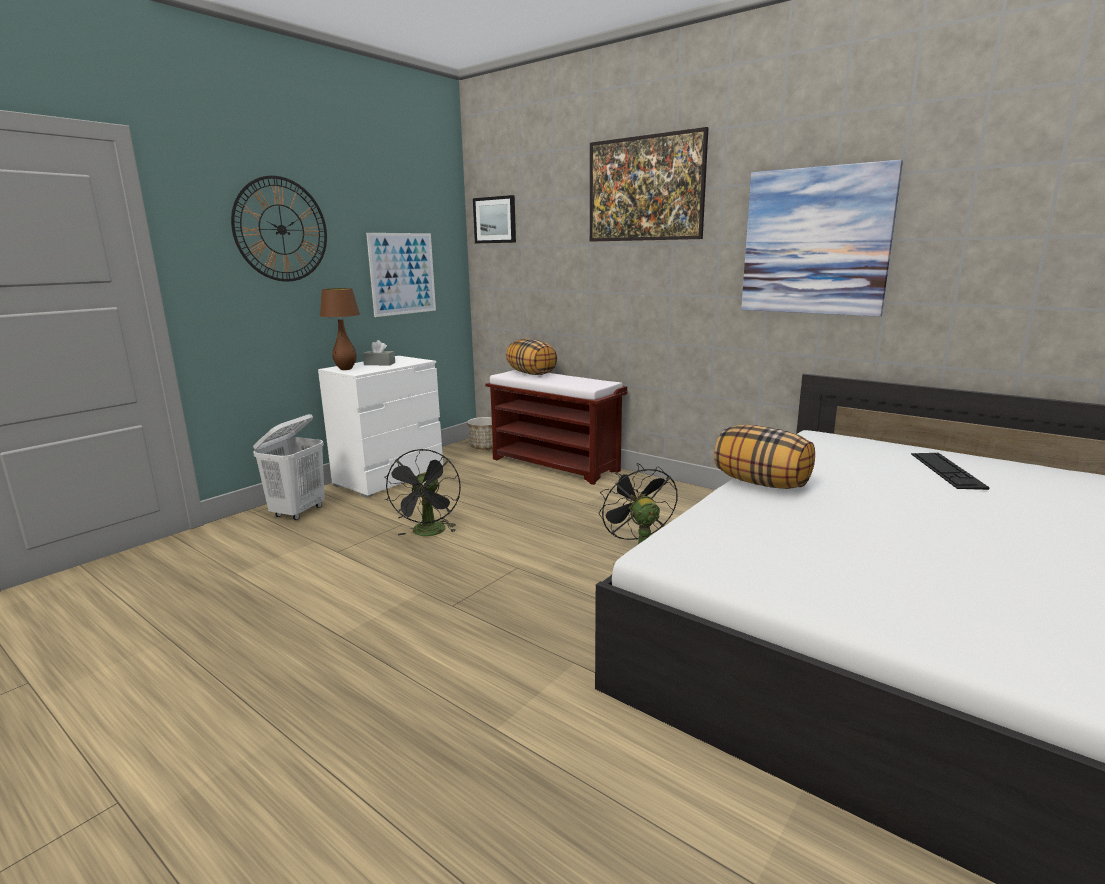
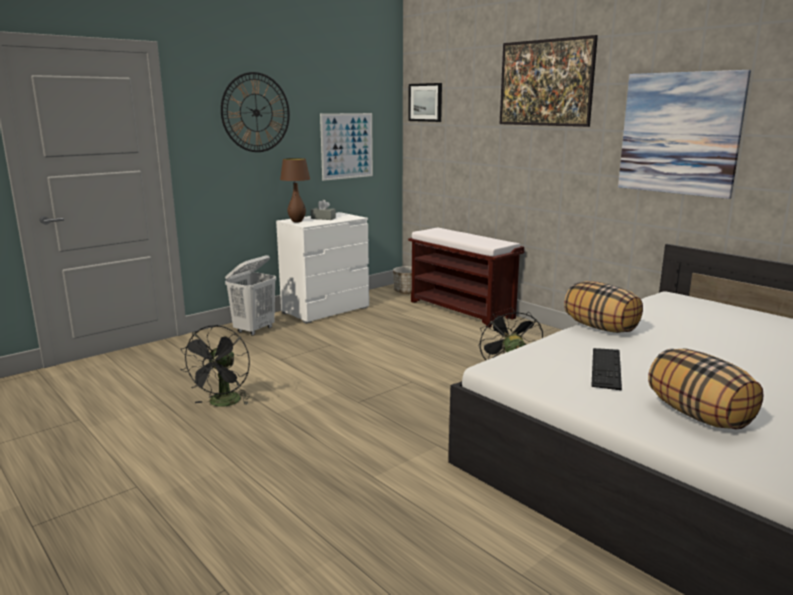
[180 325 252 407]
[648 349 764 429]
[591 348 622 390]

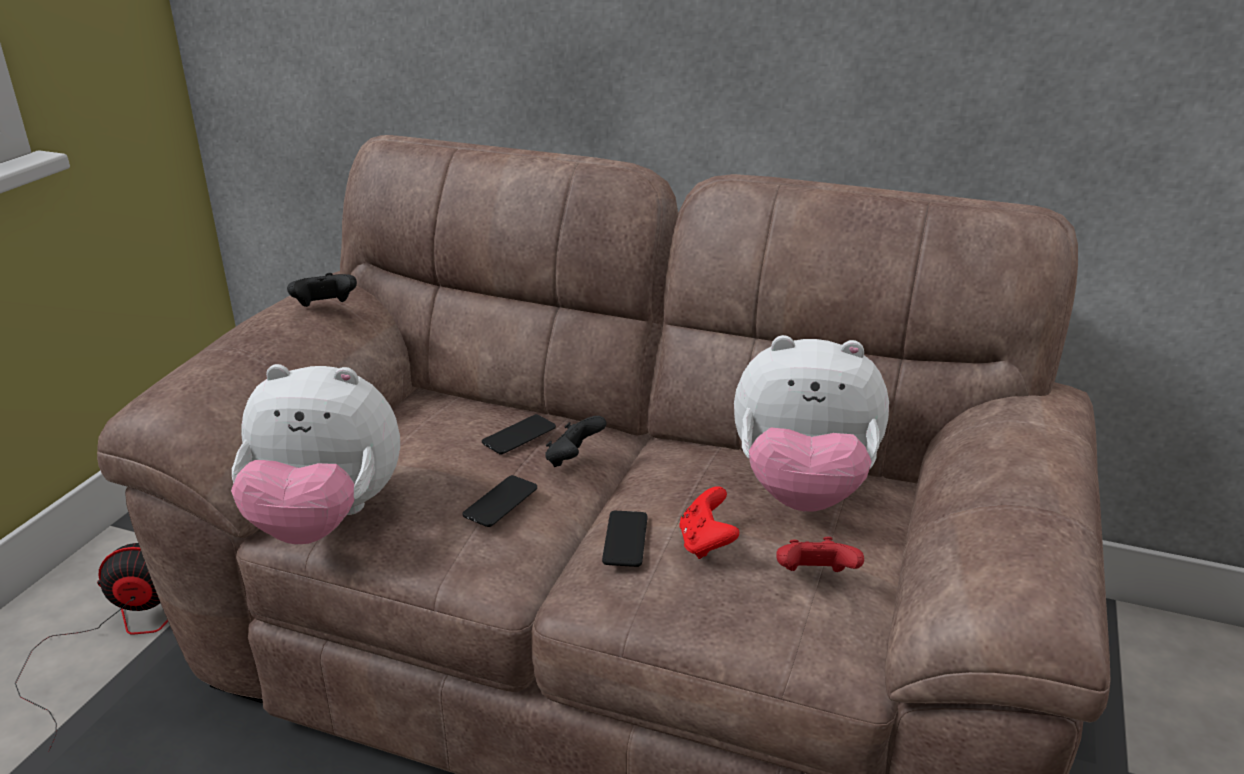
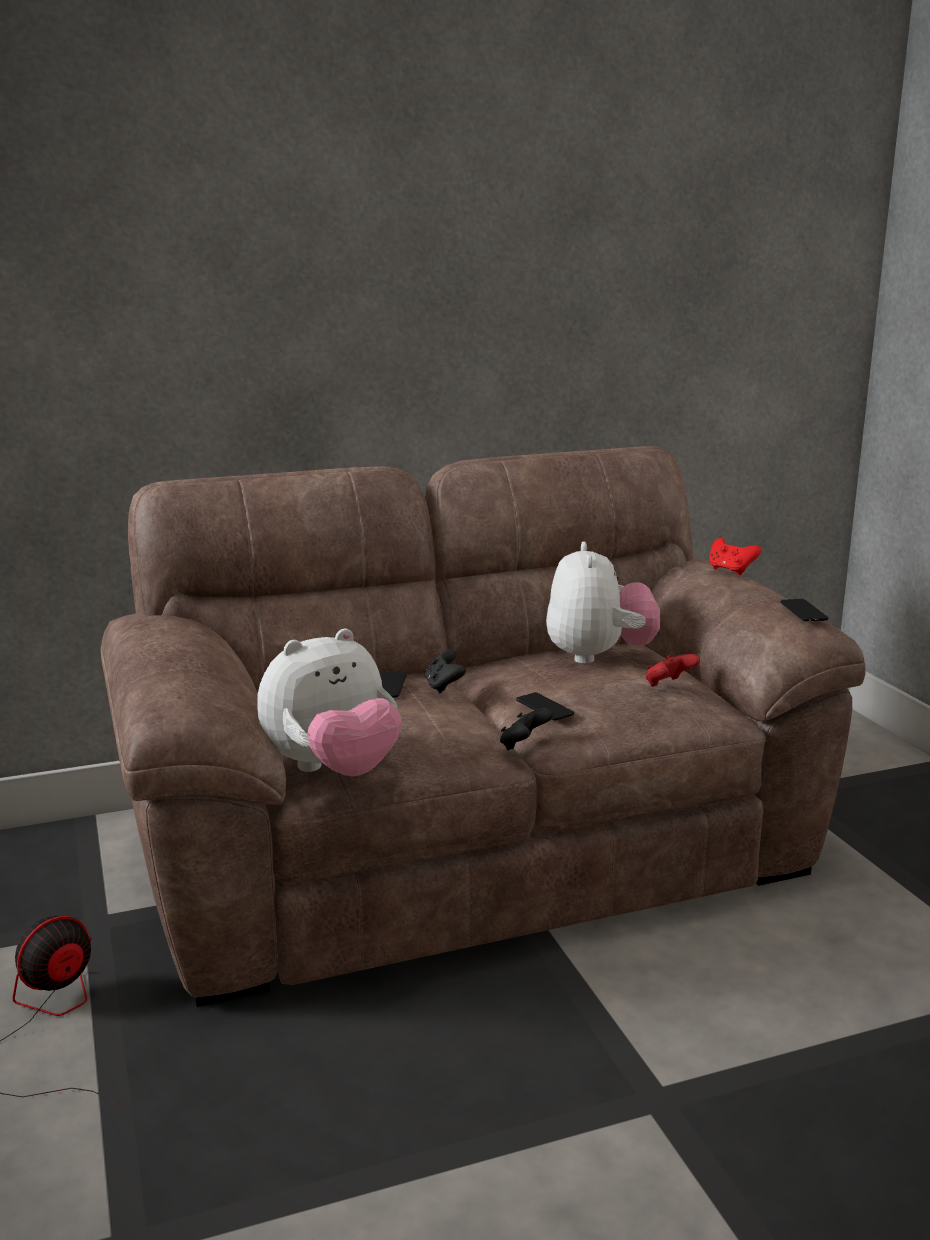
[500 708 553 750]
[780 599 829 621]
[709 538 761 575]
[546 542 660 663]

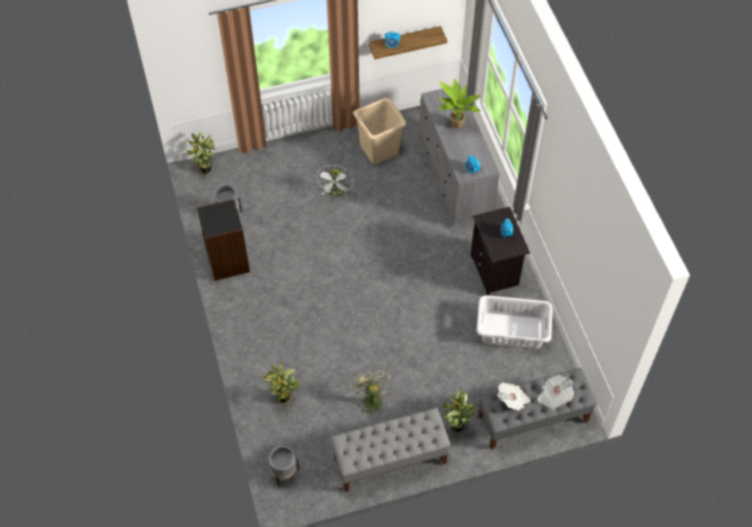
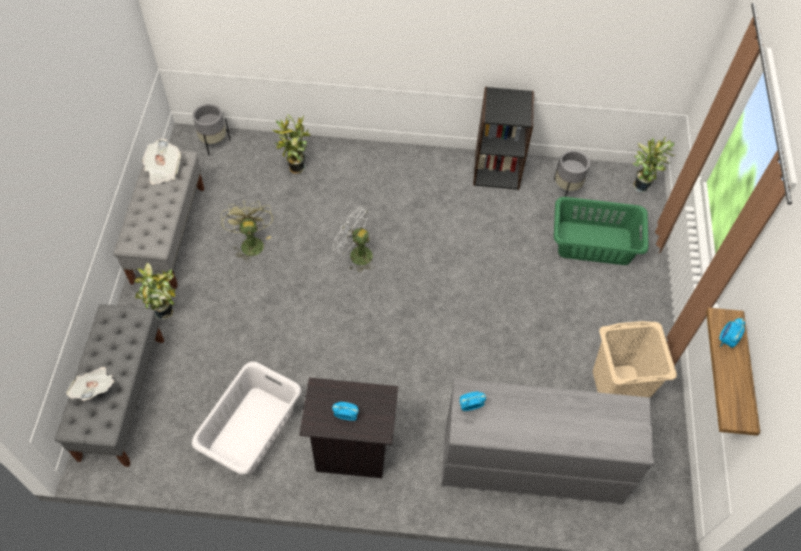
[438 78 481 129] (first image)
[554 197 649 265]
[333 207 373 272]
[142 139 181 185]
[221 201 273 261]

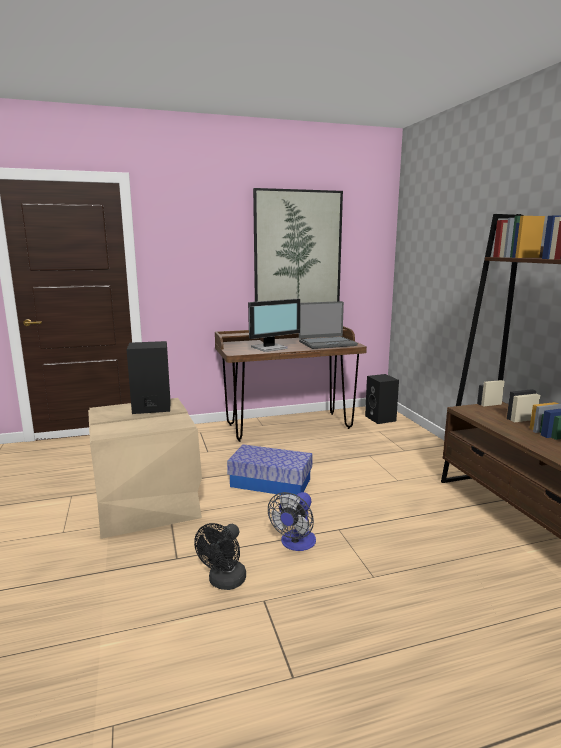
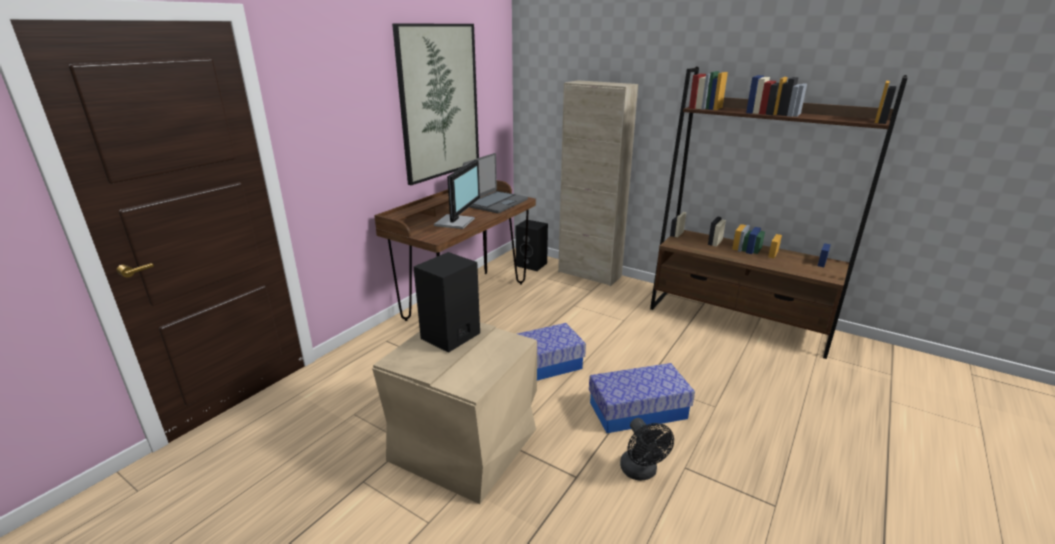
[558 80 638 286]
[589 363 695 433]

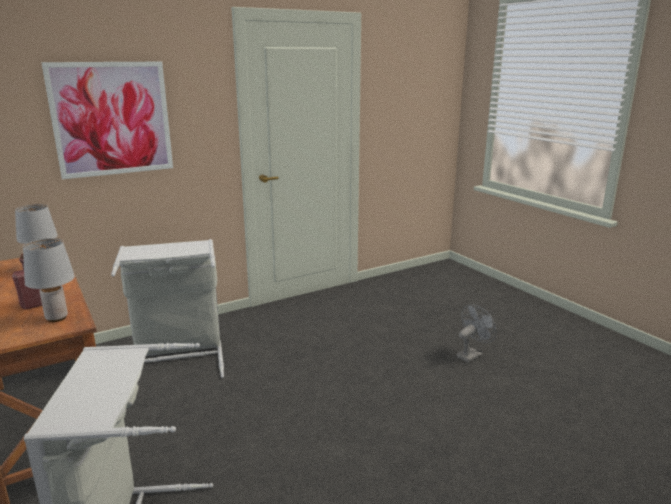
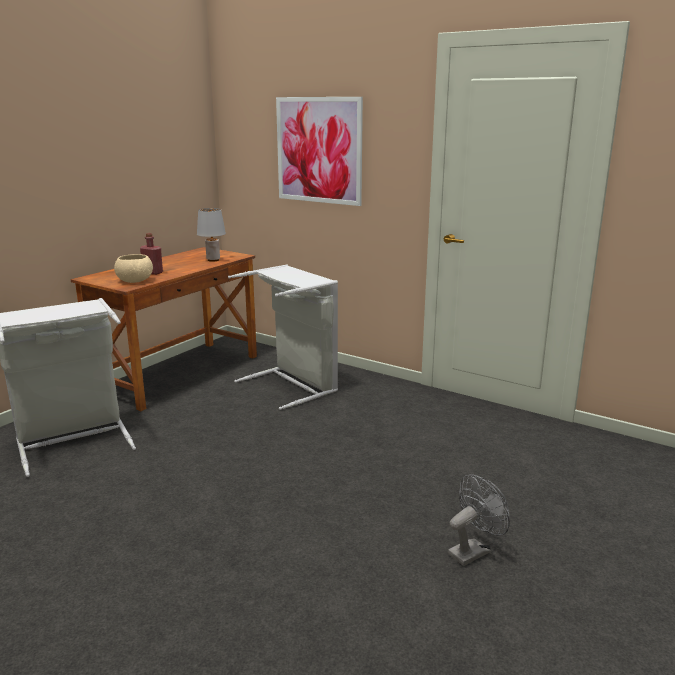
[114 254 153 283]
[448 474 510 566]

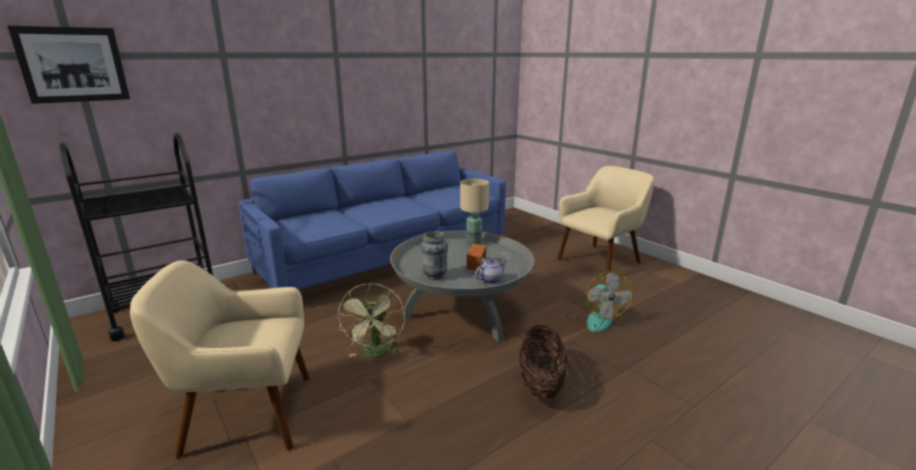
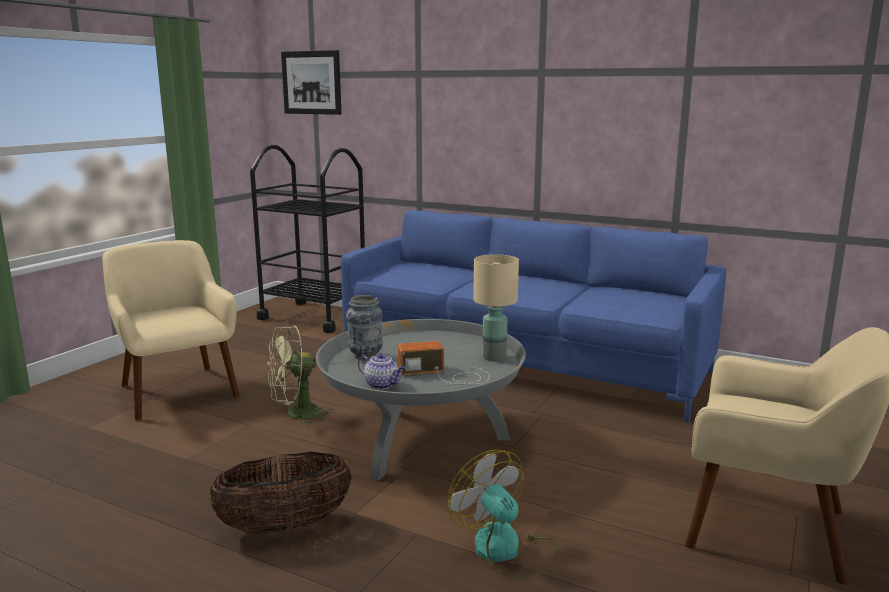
[447 450 559 580]

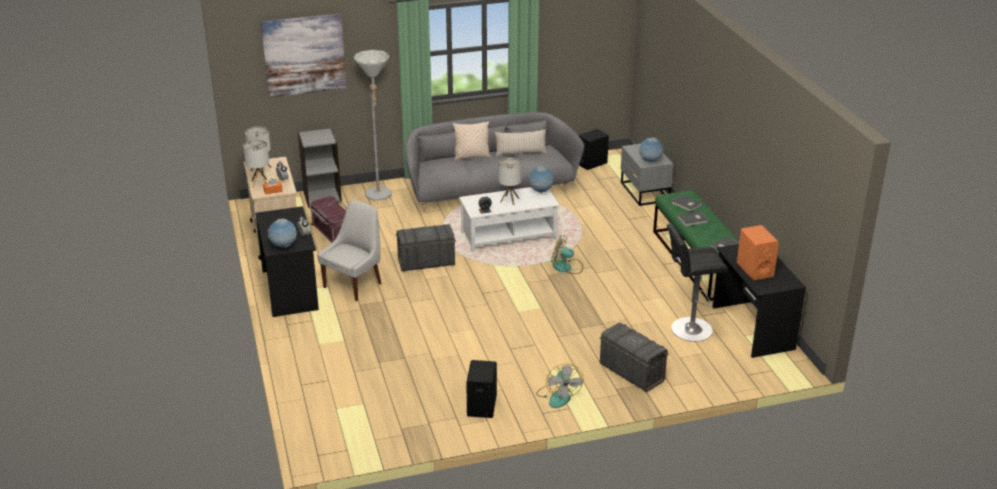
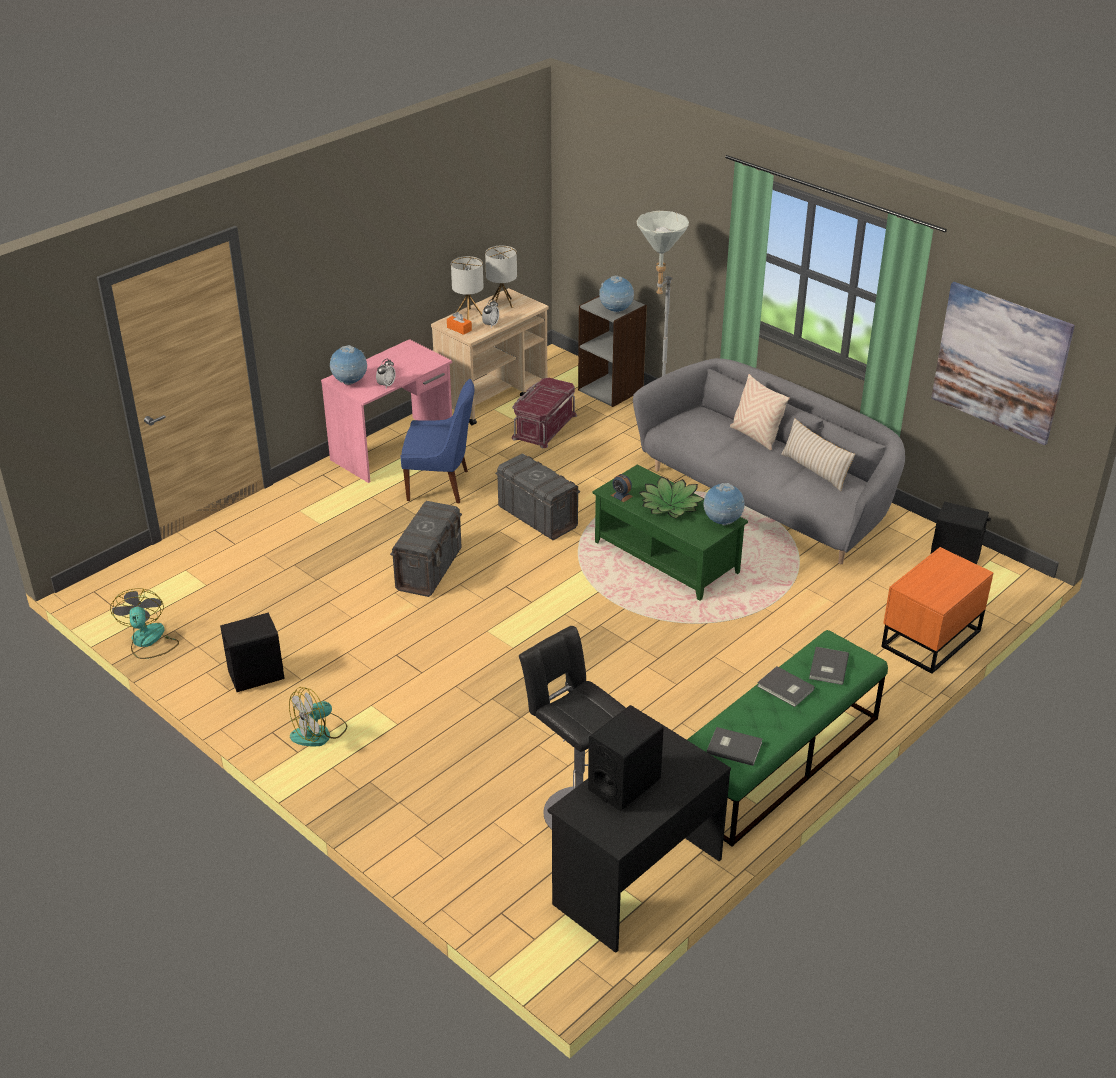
[931 282 1075 445]
[110 588 179 659]
[390 501 462 597]
[599 276 634 313]
[639 476 704 519]
[321 339 452 483]
[401 379 475 503]
[593 464 748 601]
[881 547 994 674]
[588 705 664 811]

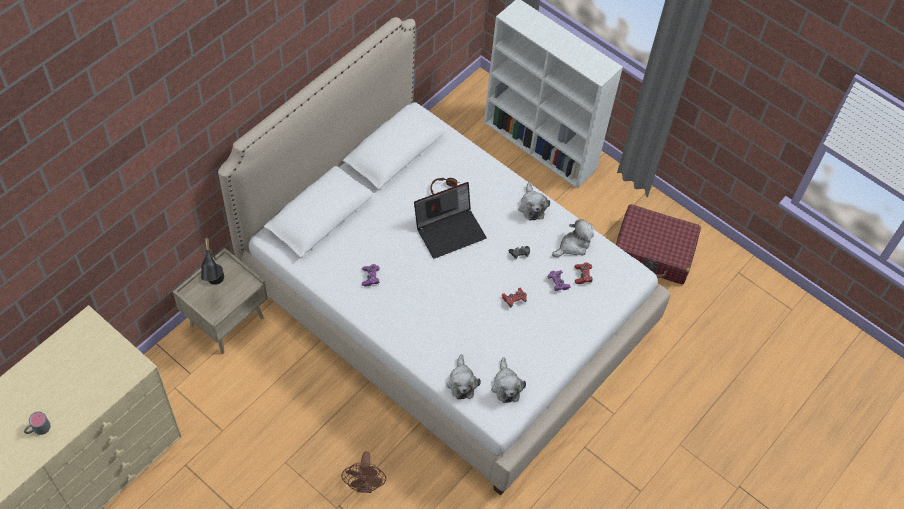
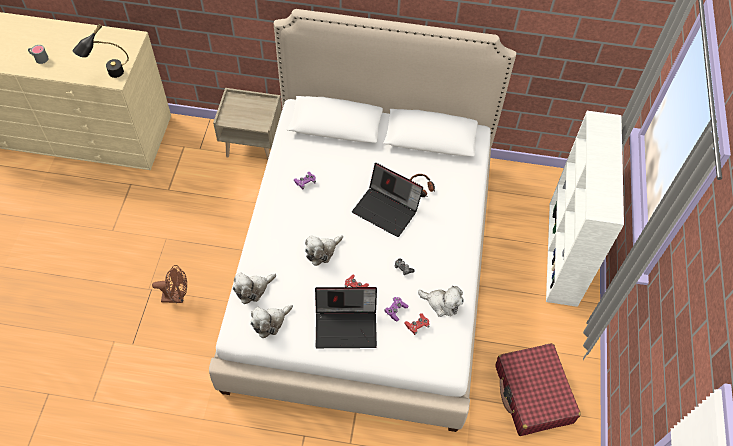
[315 287 377 348]
[73 24 129 78]
[305 235 343 266]
[152 265 187 303]

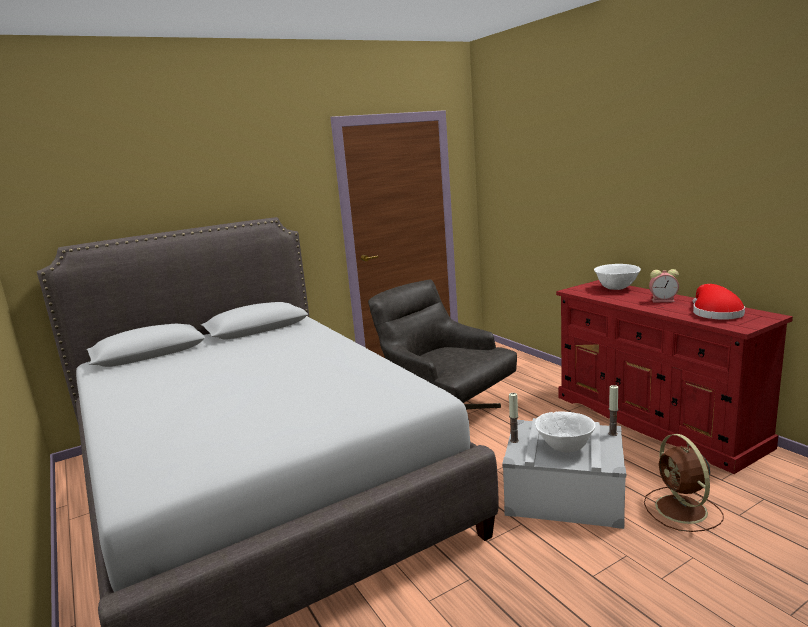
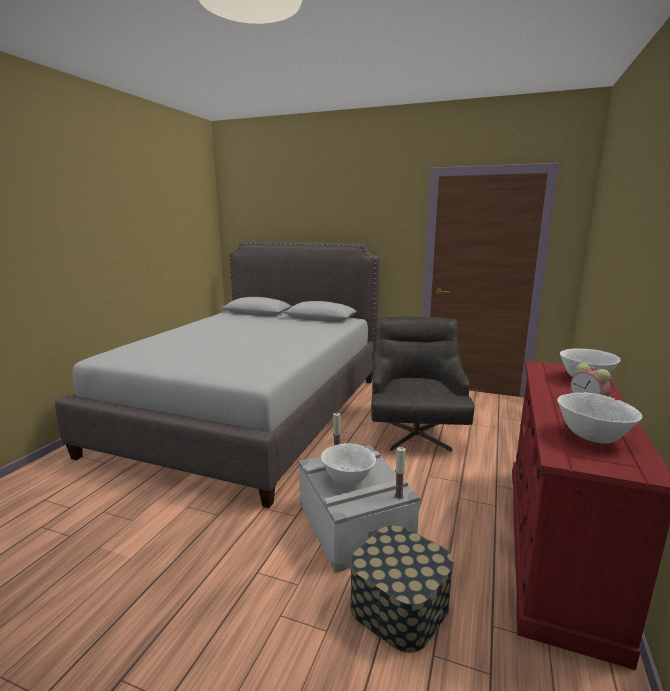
[350 525 454 653]
[557 392 642 444]

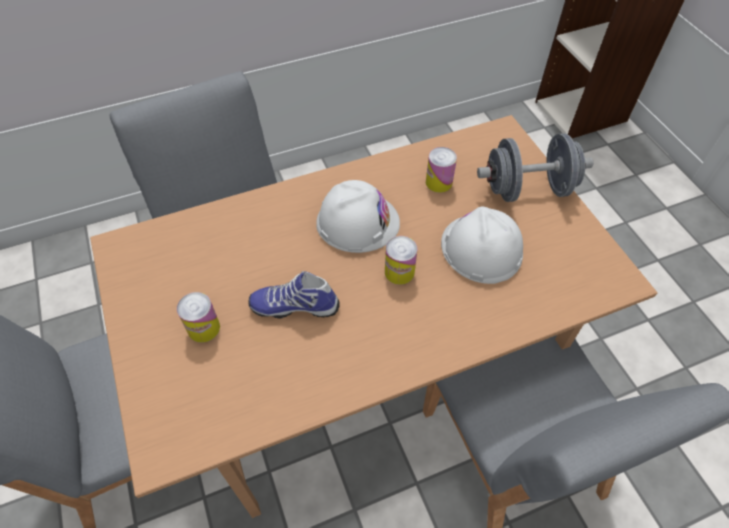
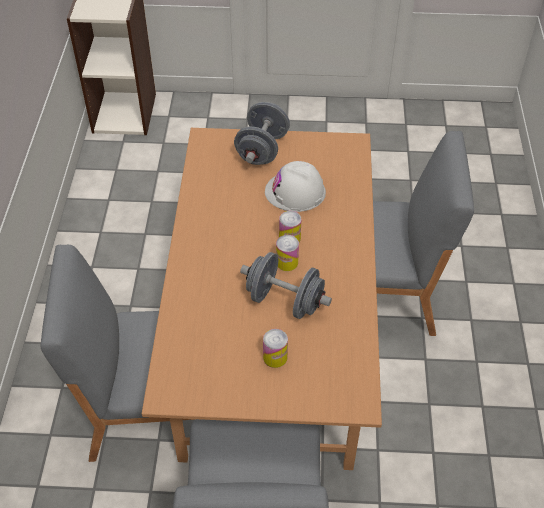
[316 180 400 253] (first image)
[276 235 299 271]
[240 252 332 319]

